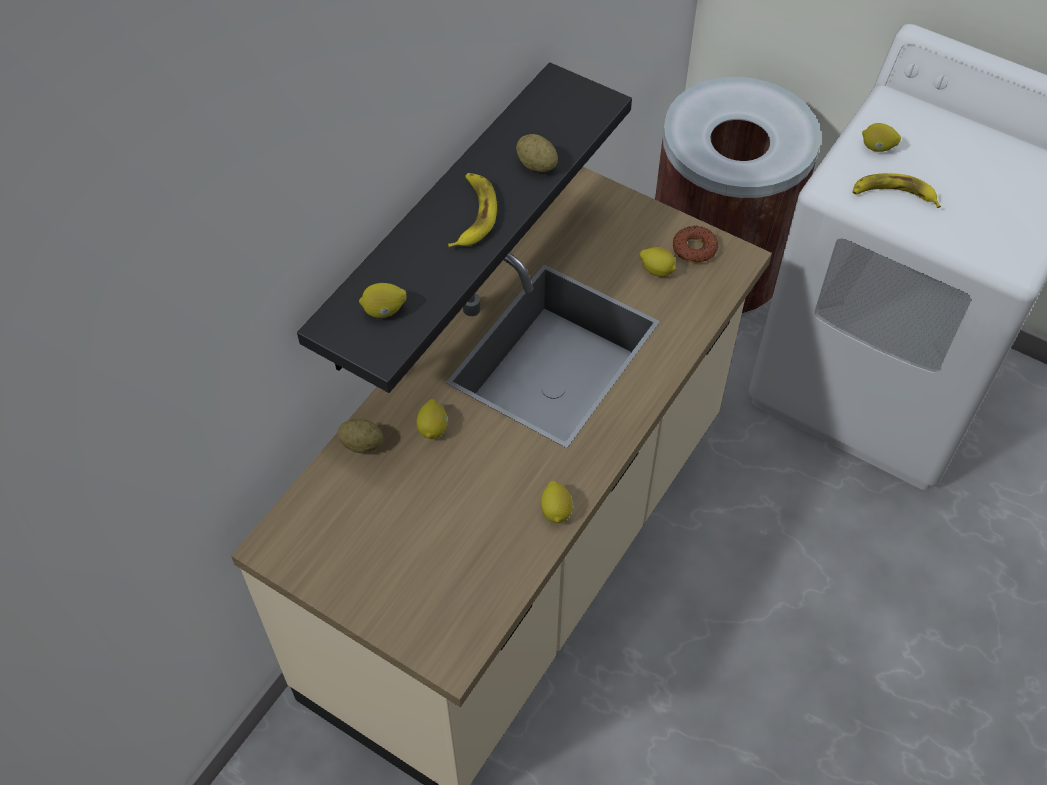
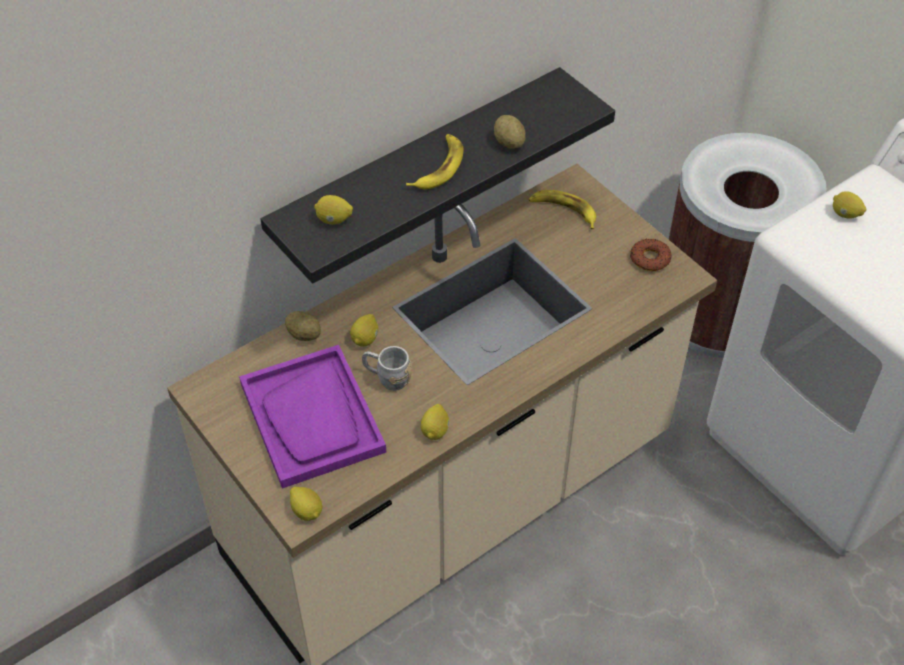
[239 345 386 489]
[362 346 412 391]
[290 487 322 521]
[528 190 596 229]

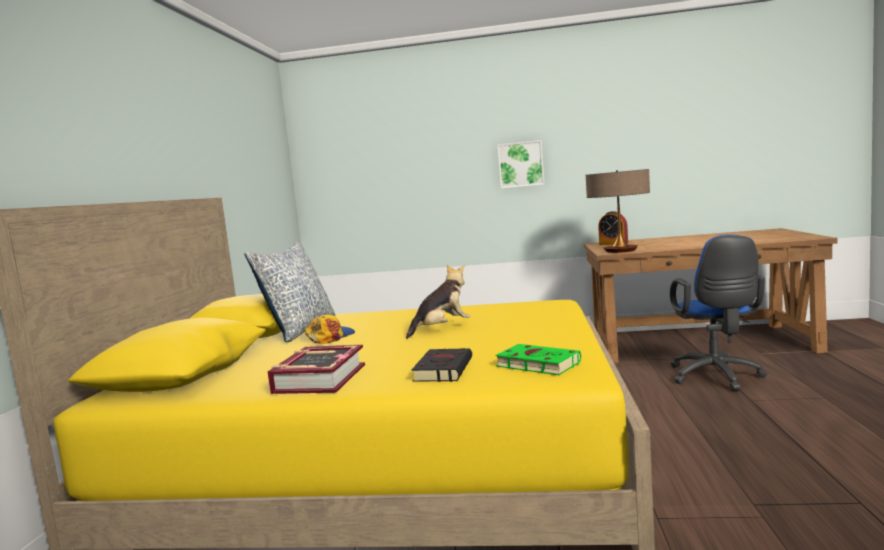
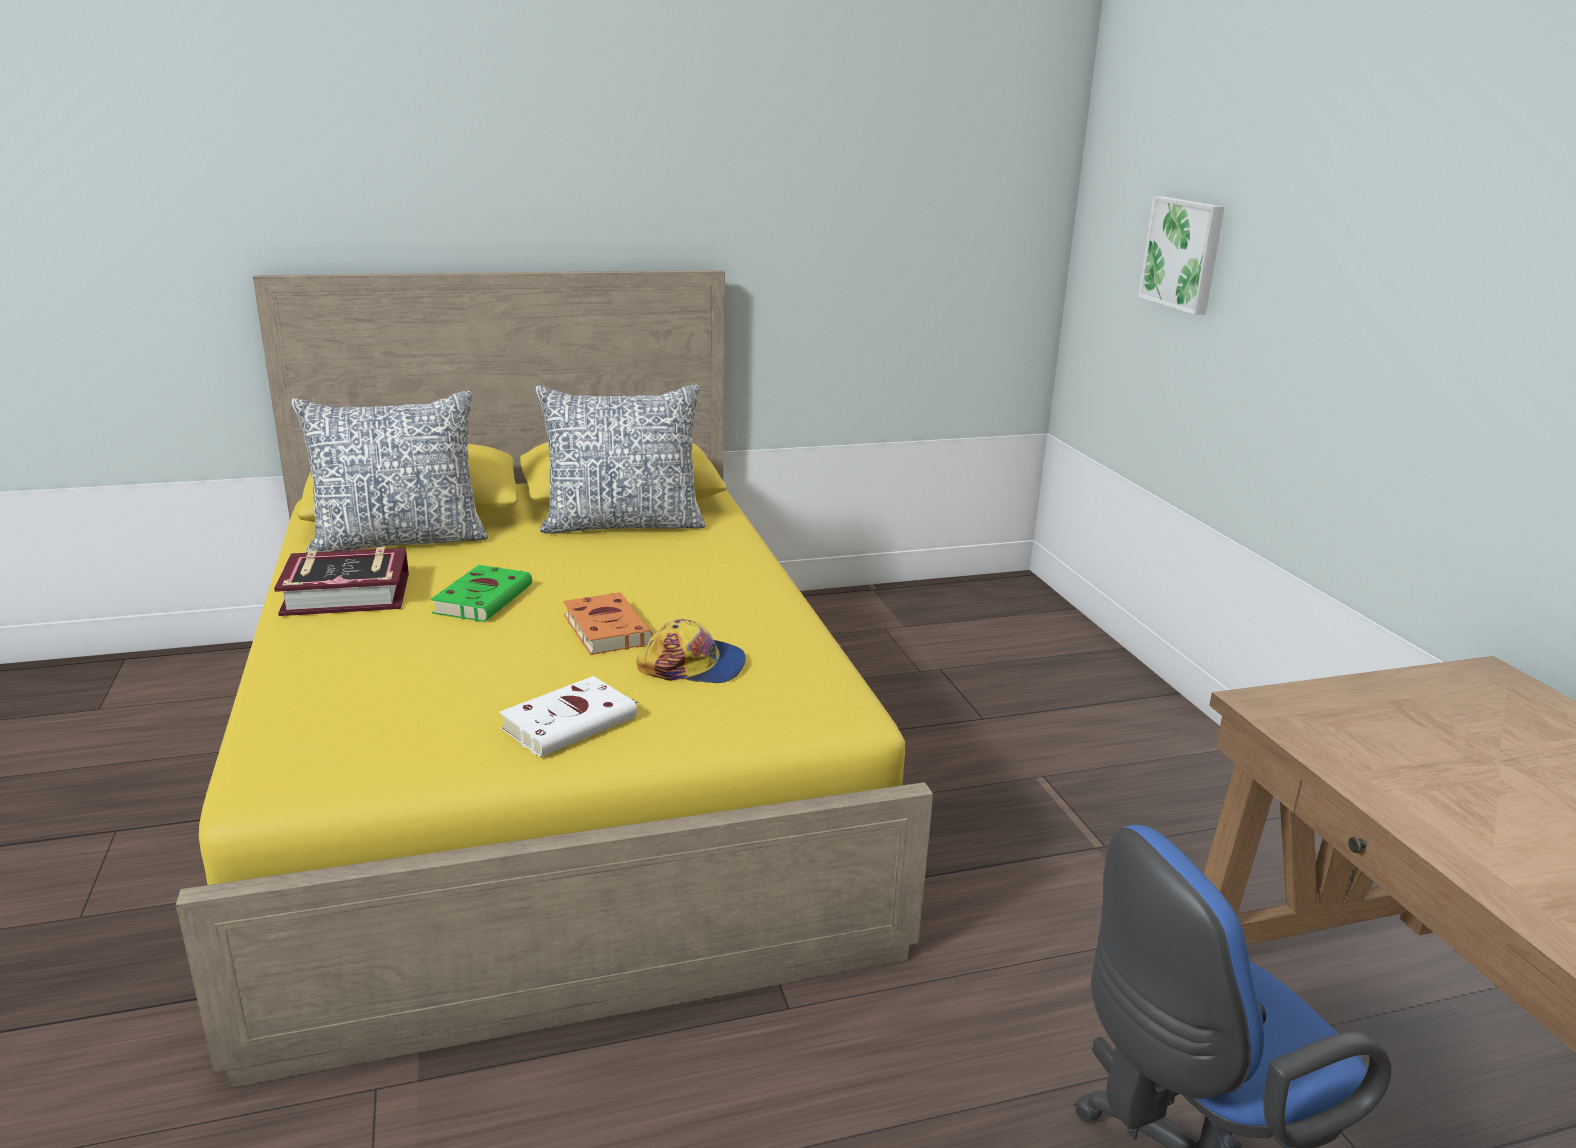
[411 348 472 382] (first image)
[586 169 650 253] (first image)
[598 211 628 245] (first image)
[291 390 488 553]
[499 676 639 757]
[636 619 746 683]
[431 565 532 622]
[1138 196 1224 315]
[563 592 653 655]

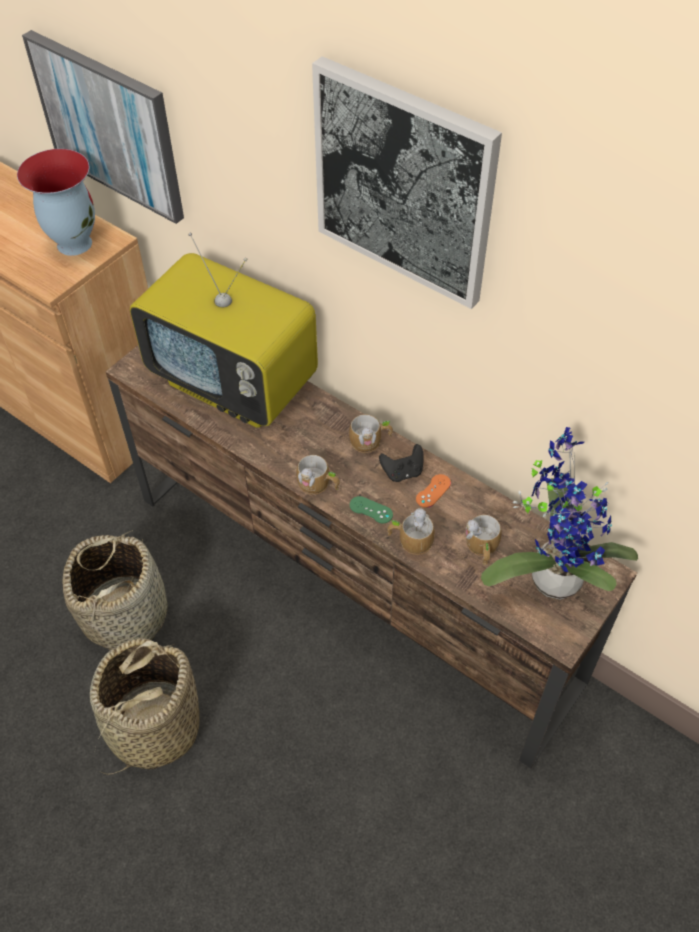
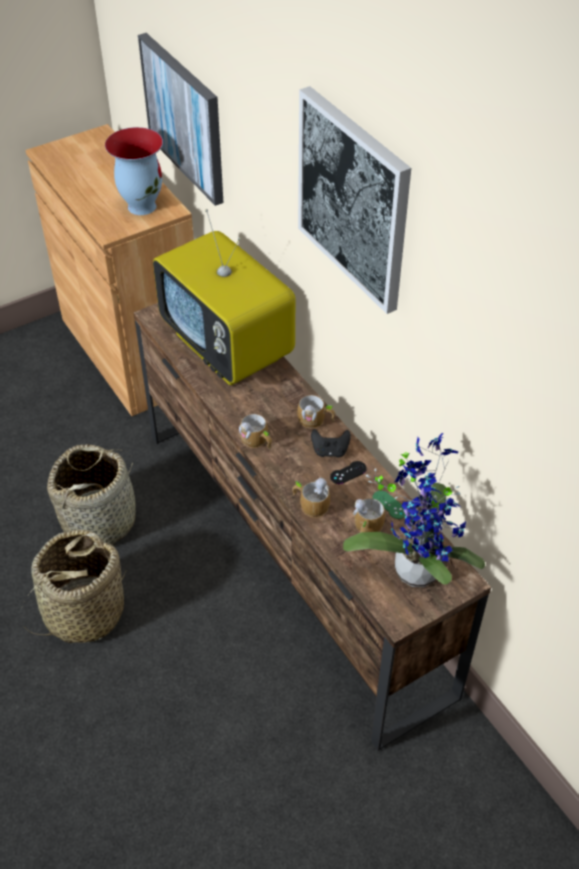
[372 491 406 519]
[330 461 367 484]

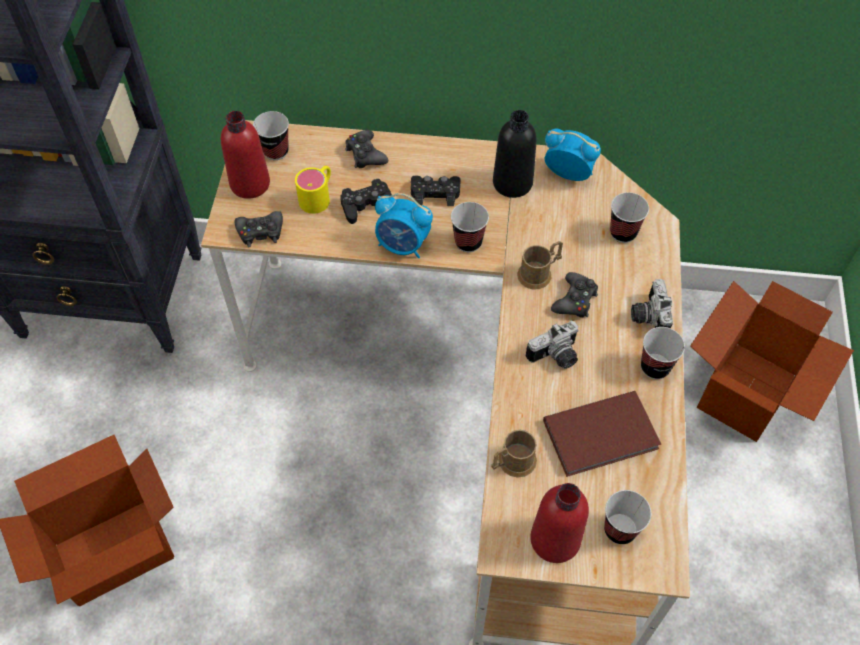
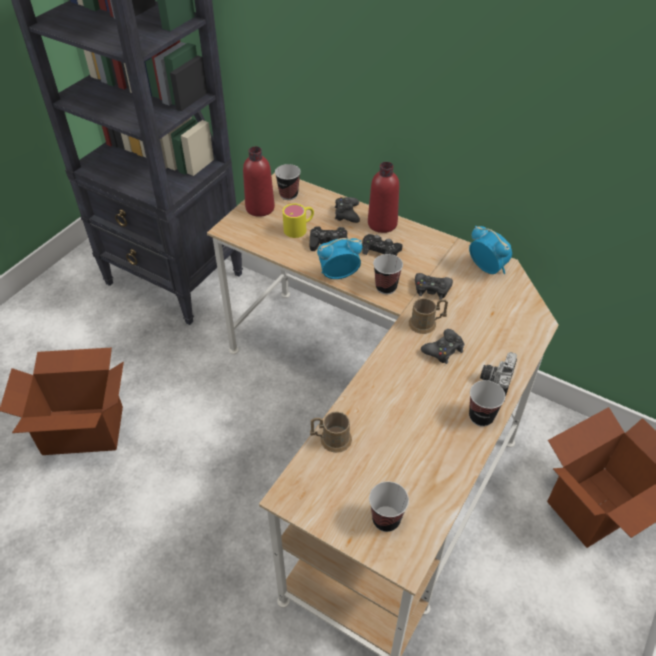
[493 110 537 198] (first image)
[526 321 579 369] (first image)
[543 391 661 477] (first image)
[610 192 649 243] (first image)
[415 273 453 299]
[368 162 399 233]
[317 238 362 279]

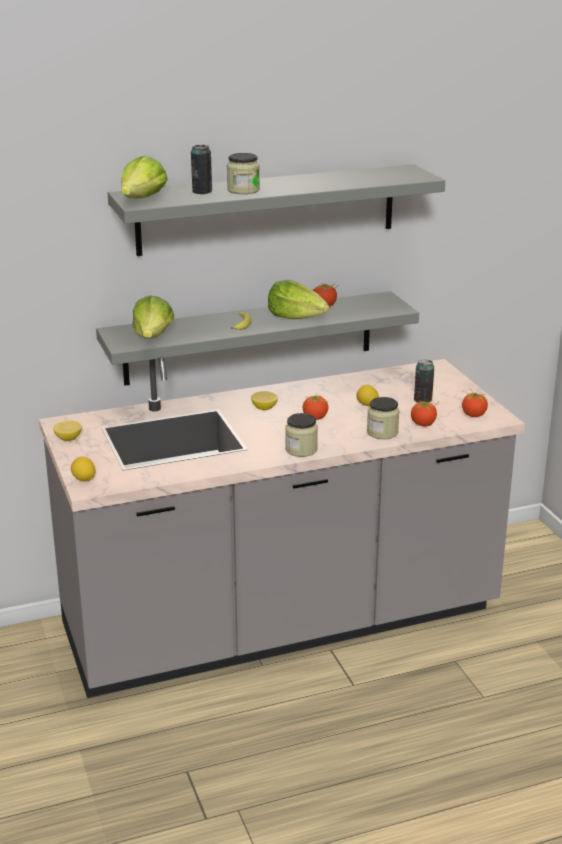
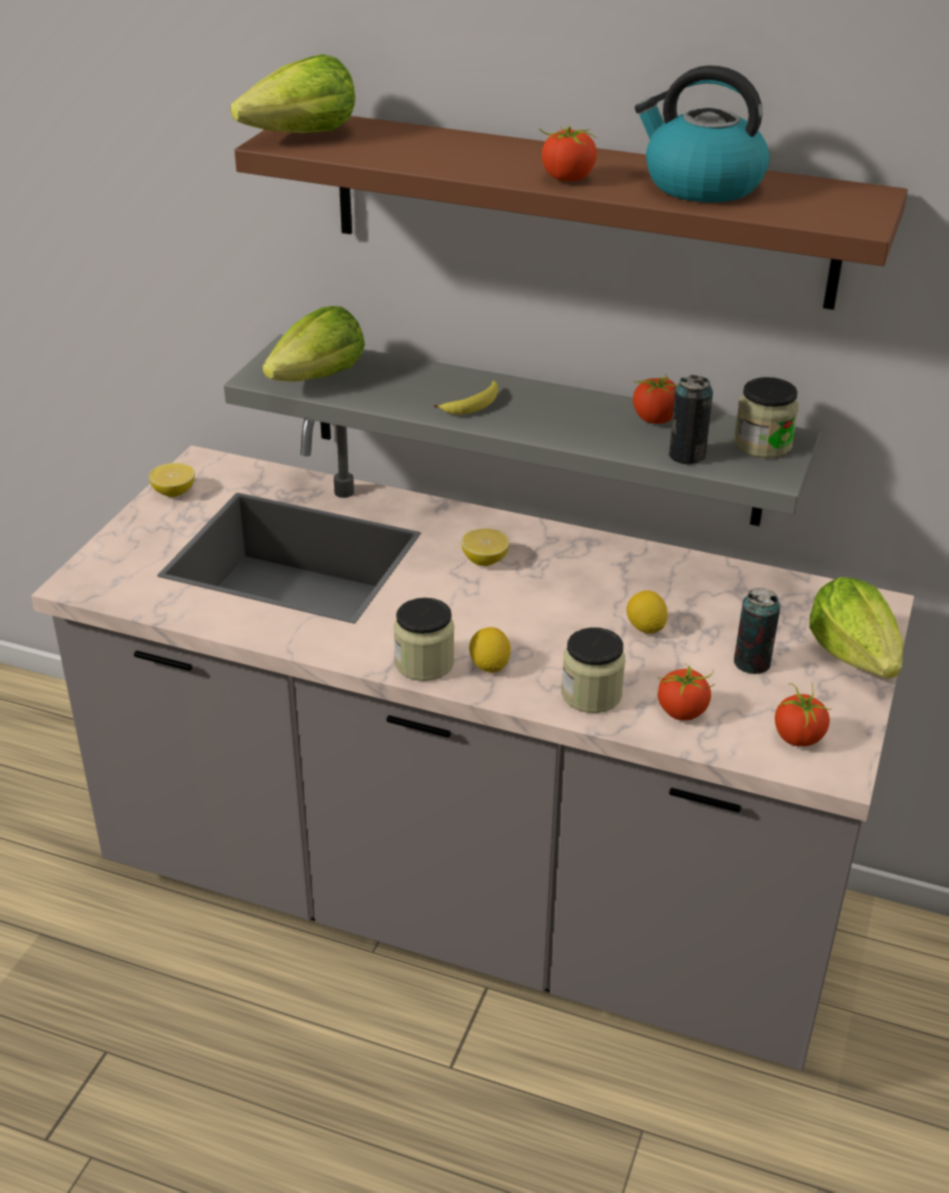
[635 65 770 203]
[469 627 511 673]
[669 375 713 464]
[734 377 799 458]
[809 577 903 679]
[539 126 597 181]
[234 116 908 310]

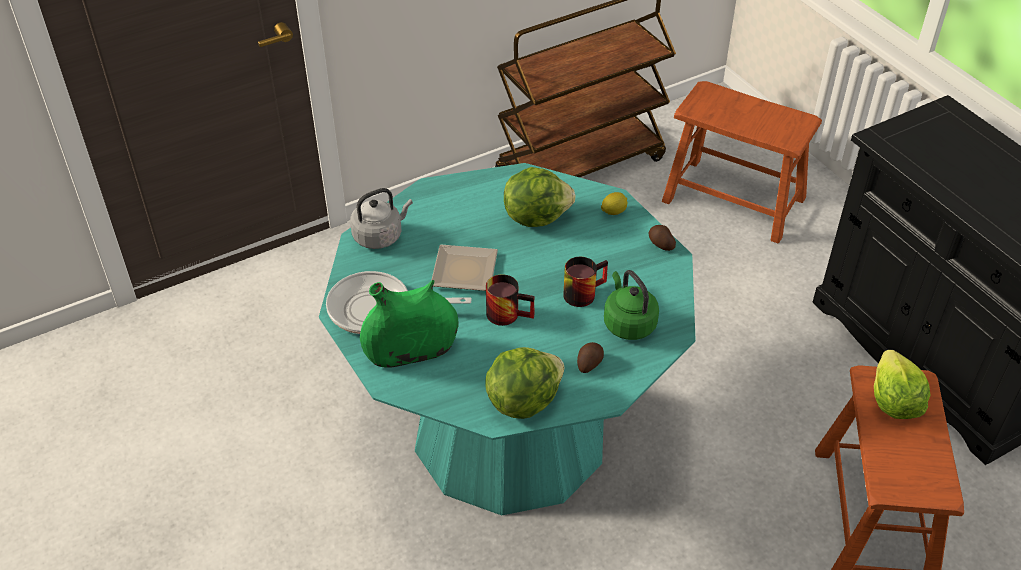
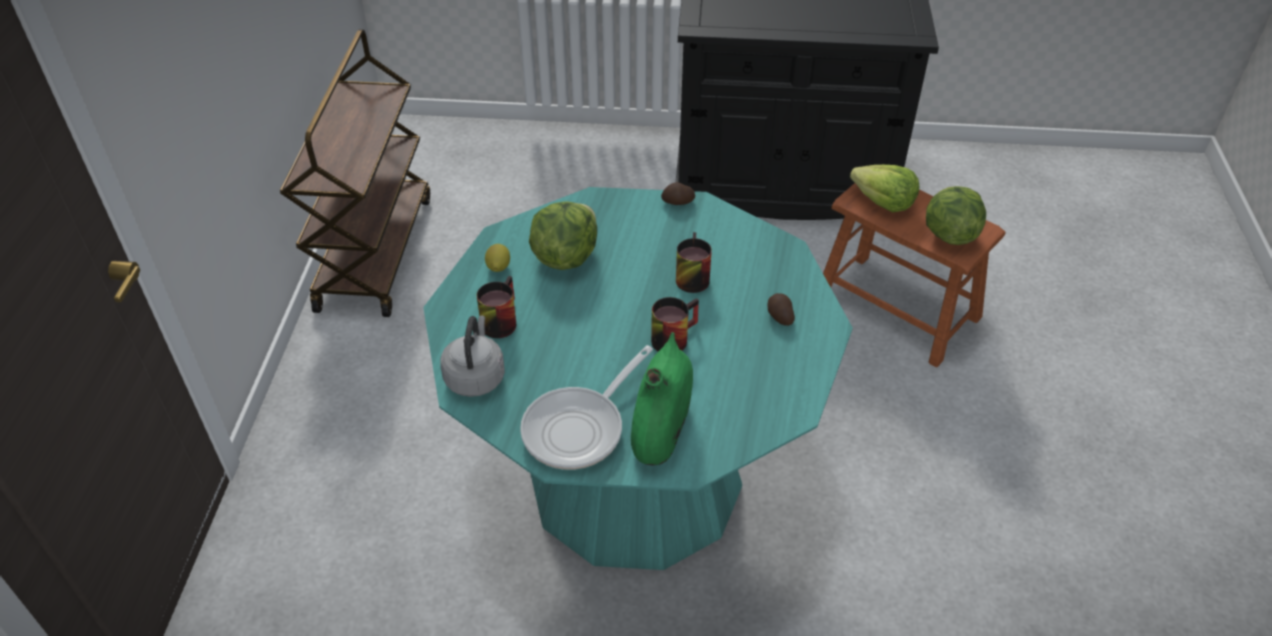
[432 245 498 291] (first image)
[604 270 659 340] (first image)
[662 81 822 243] (first image)
[476 276 516 338]
[926 186 986 245]
[485 244 510 272]

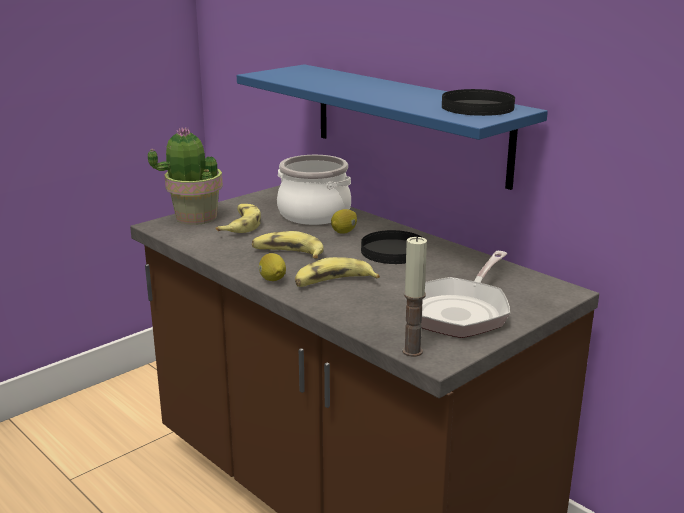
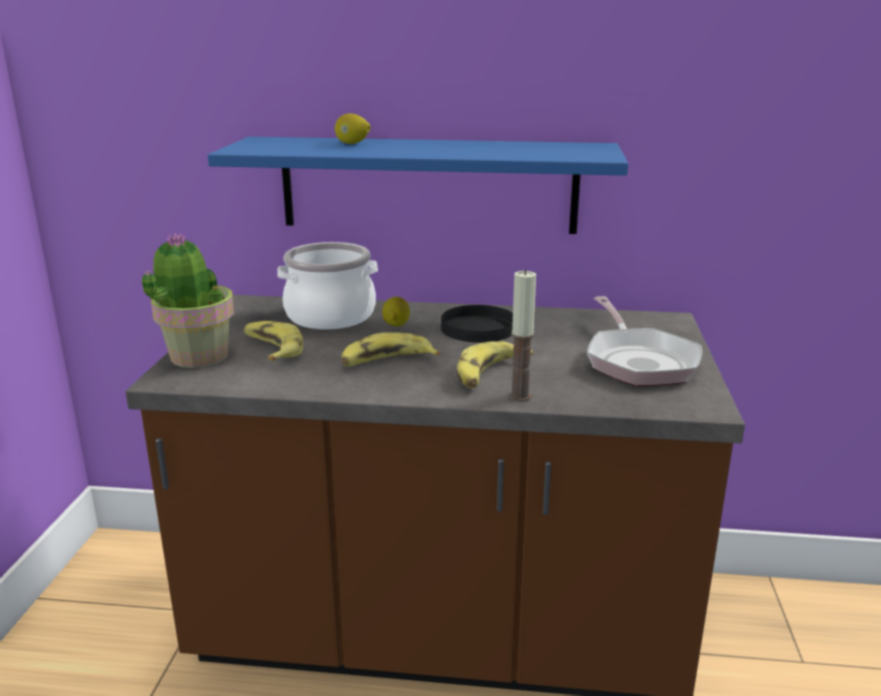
[442 89 515 116] (first image)
[335 114 371 144]
[509 270 536 402]

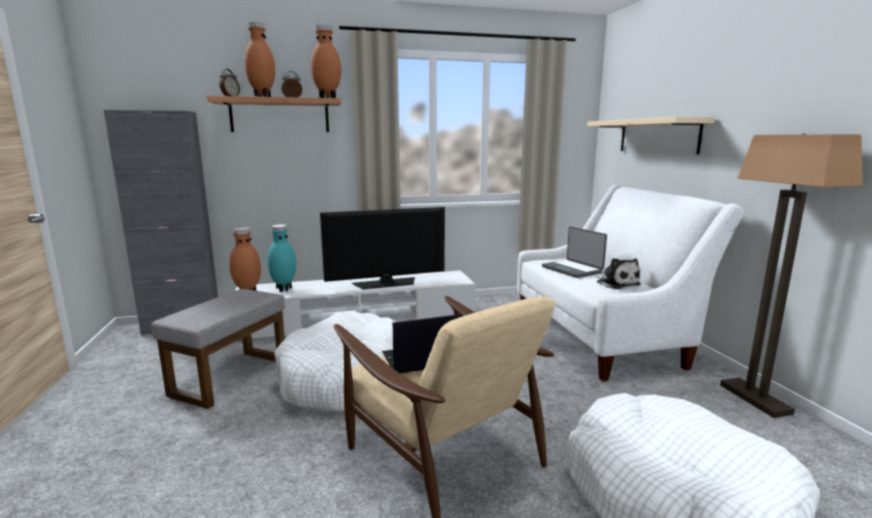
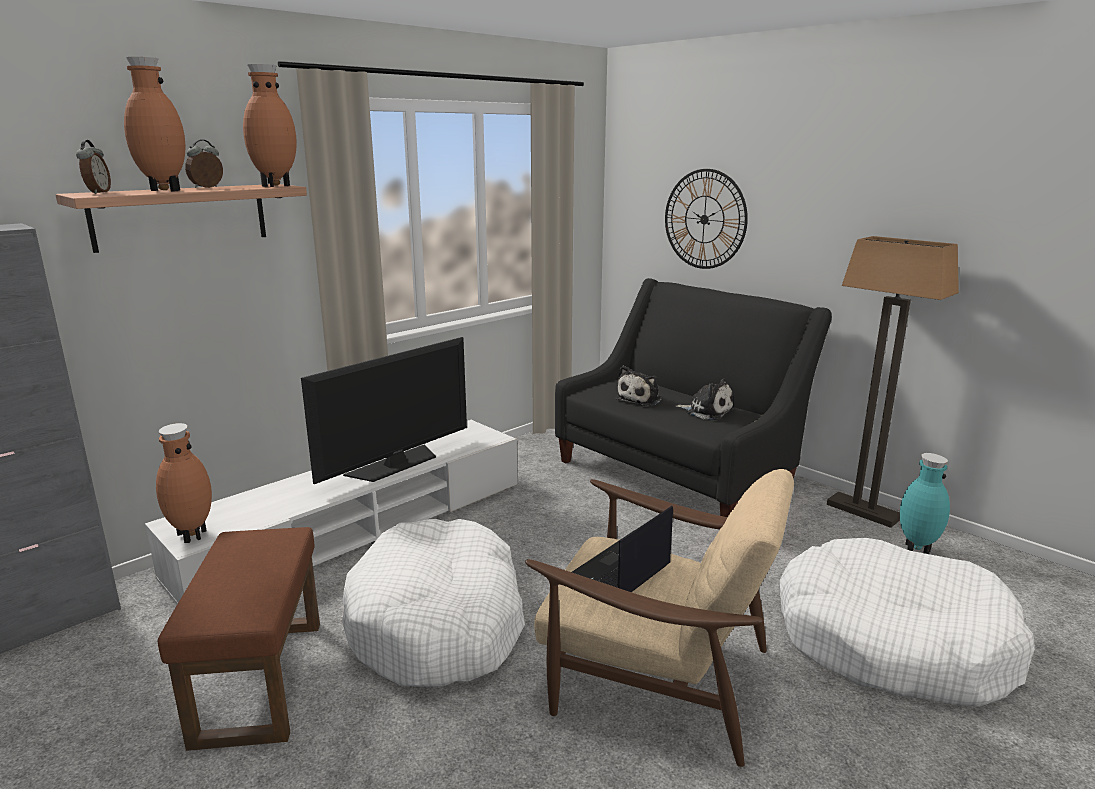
[900 453 950 554]
[615 366 662 406]
[665 169 748 269]
[157 527 320 751]
[555 278 832 517]

